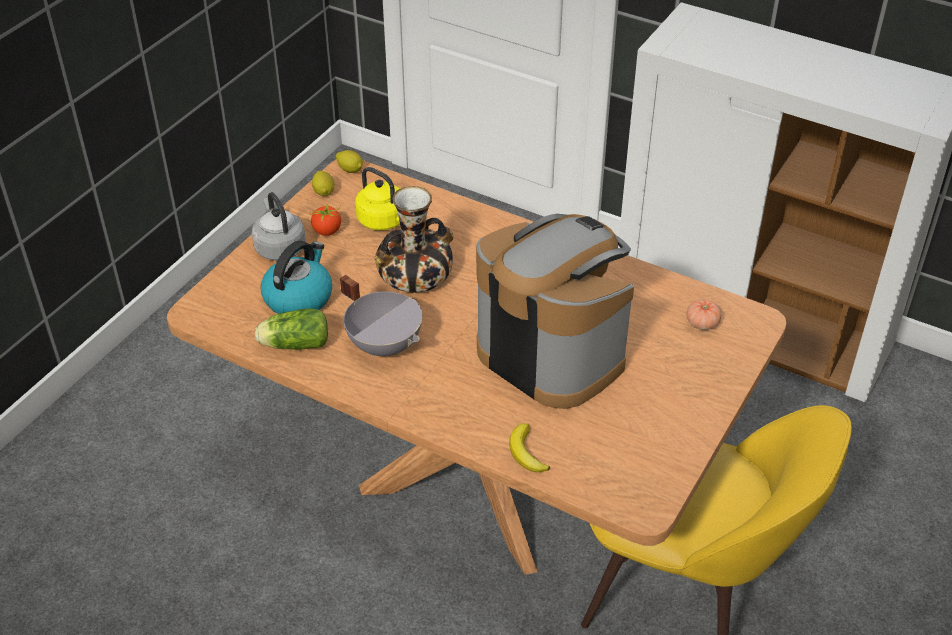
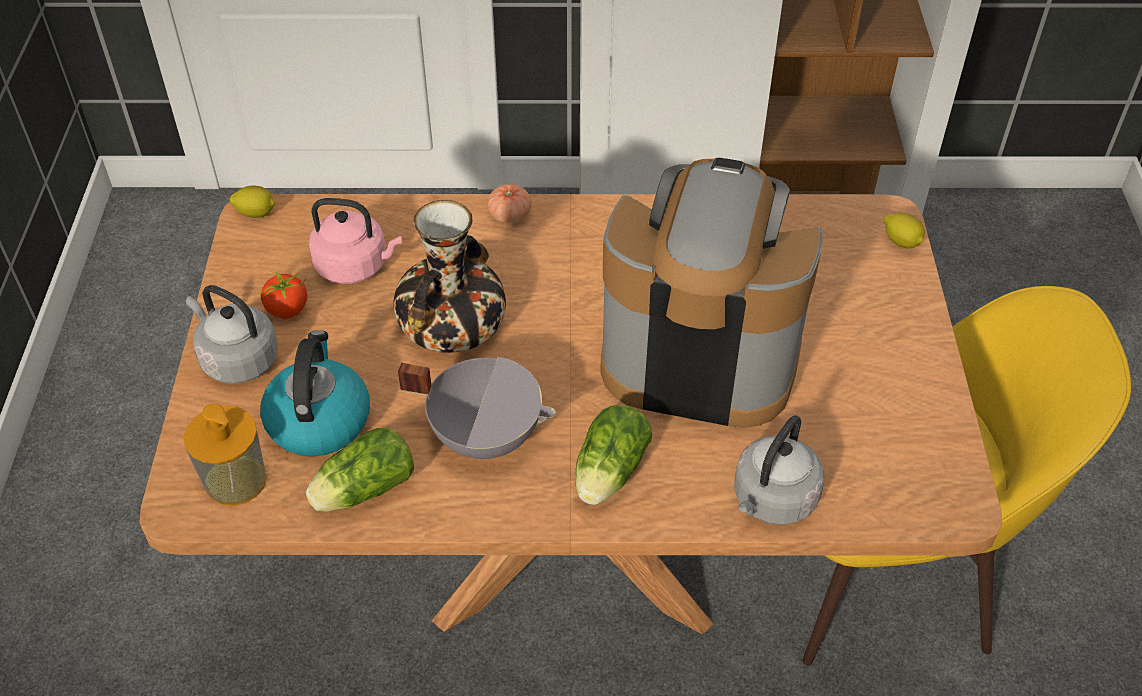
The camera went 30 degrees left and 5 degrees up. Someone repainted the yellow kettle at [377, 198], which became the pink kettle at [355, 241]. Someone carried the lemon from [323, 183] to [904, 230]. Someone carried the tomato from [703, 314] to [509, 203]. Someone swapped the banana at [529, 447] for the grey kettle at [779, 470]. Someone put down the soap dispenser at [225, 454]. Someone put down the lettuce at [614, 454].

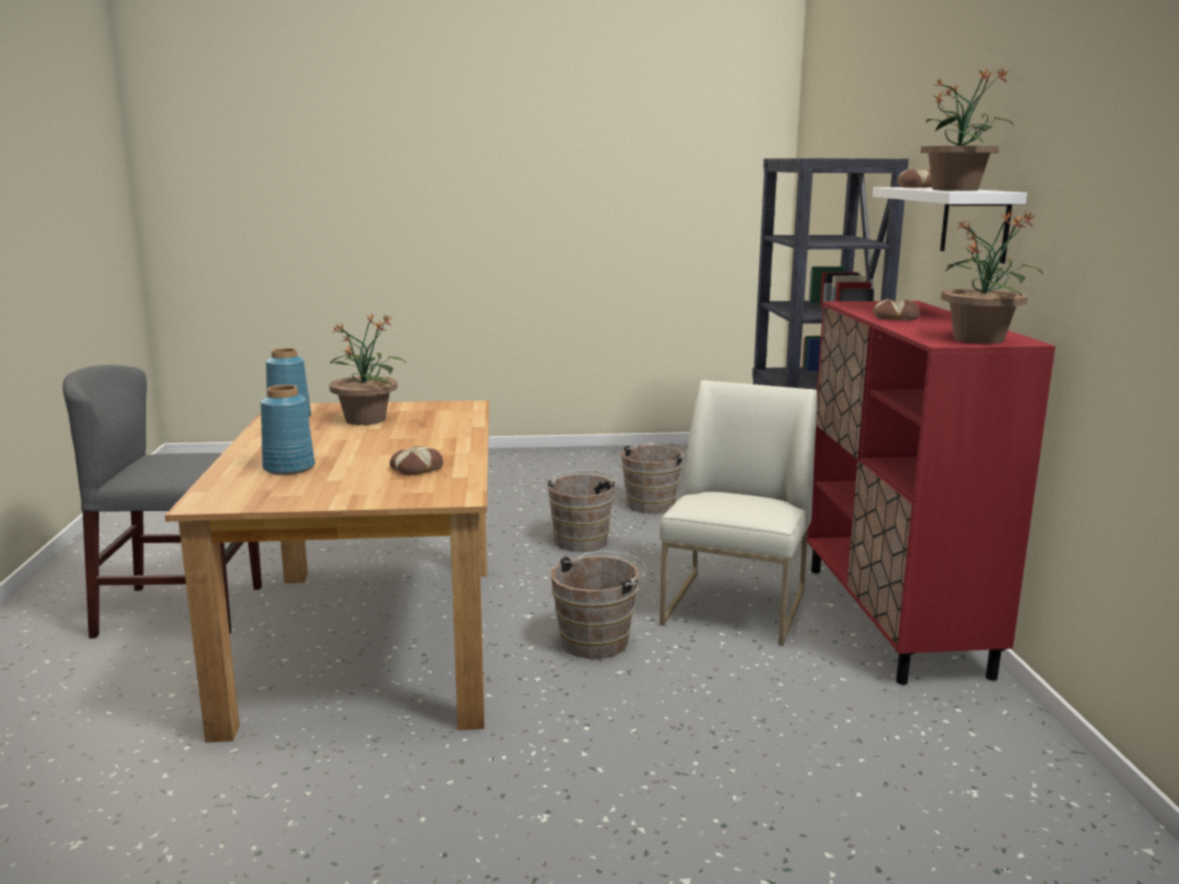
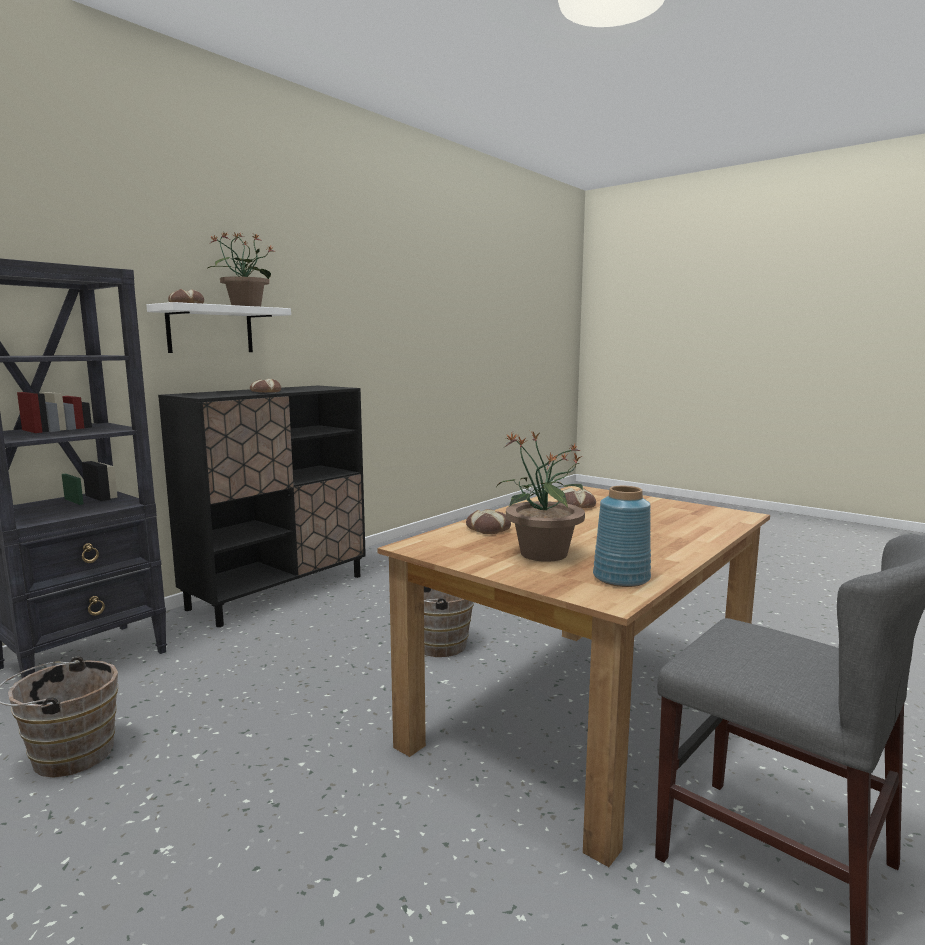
The camera went 135 degrees left and 5 degrees down. Someone took away the potted plant at [992, 277]. Someone repainted the red cabinet at [931, 493], which became the black cabinet at [262, 506]. Someone took away the white chair at [738, 513]. Someone took away the blue vase at [287, 430]. Someone took away the brown bucket at [582, 511]. Someone put down the bread at [488, 521].

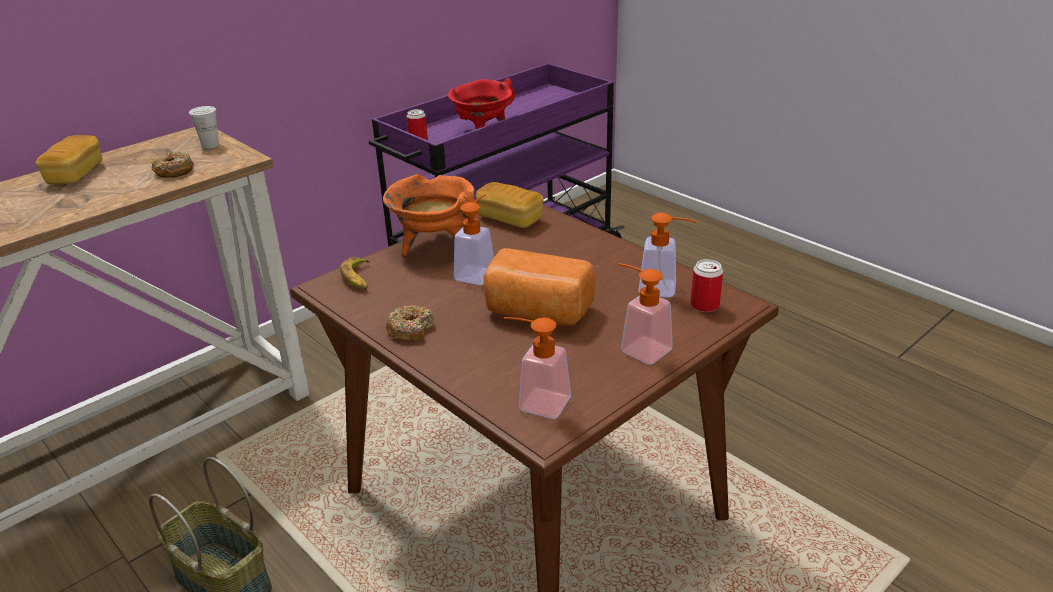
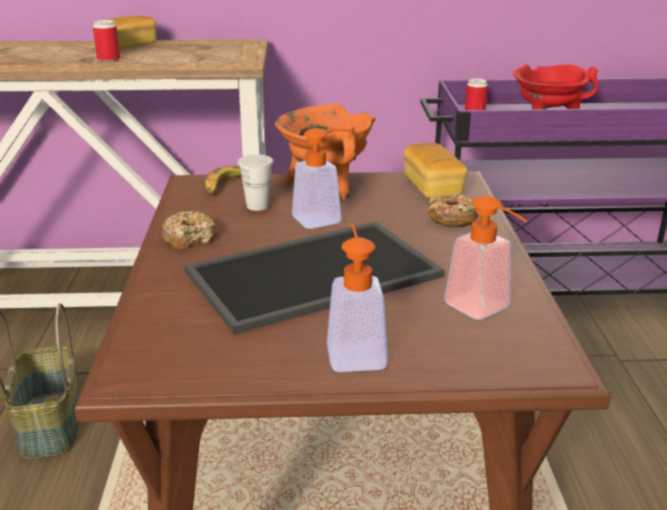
The camera went 40 degrees right and 5 degrees down. Someone carried the white cup from [204, 127] to [255, 183]. Someone carried the donut from [172, 164] to [453, 210]. Someone swapped the bread at [539, 287] for the tray at [314, 278]. Someone carried the can from [707, 285] to [106, 41]. Someone took away the soap dispenser at [537, 368].

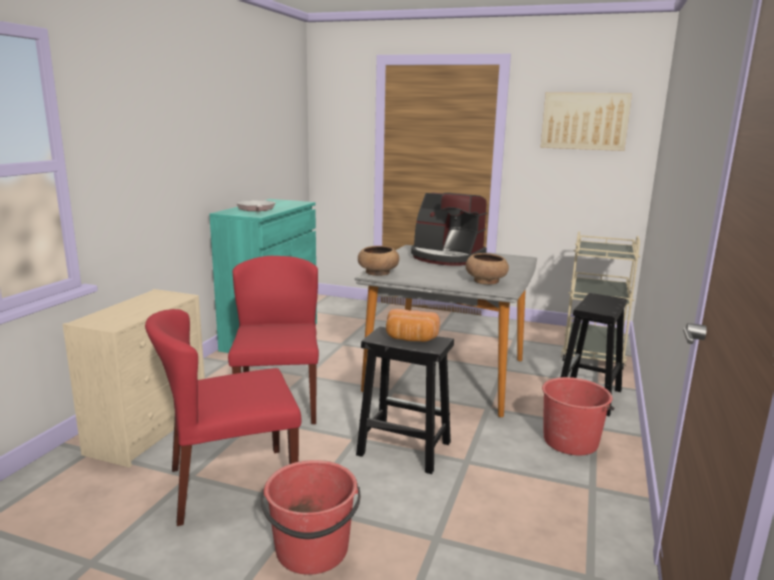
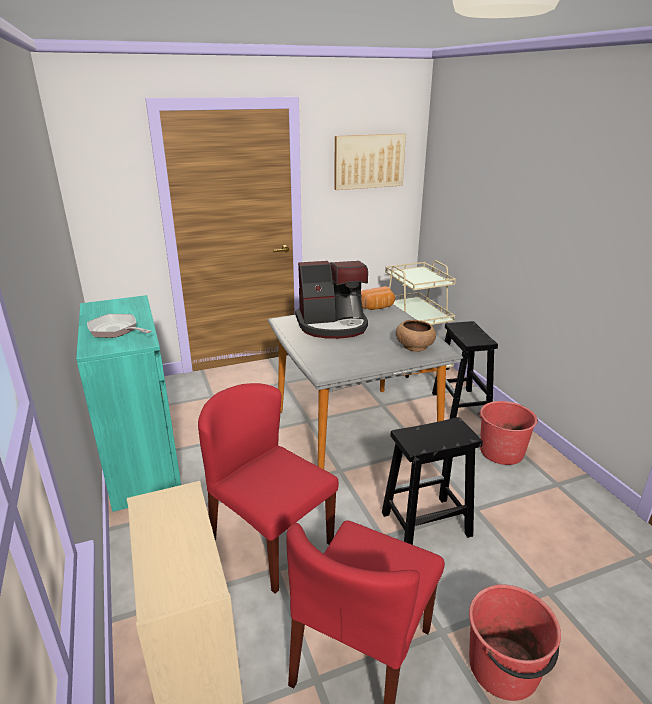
The camera went 40 degrees left and 10 degrees up. Someone took away the brown bowl at [378, 261]. Someone carried the bread from [413, 325] to [378, 298].

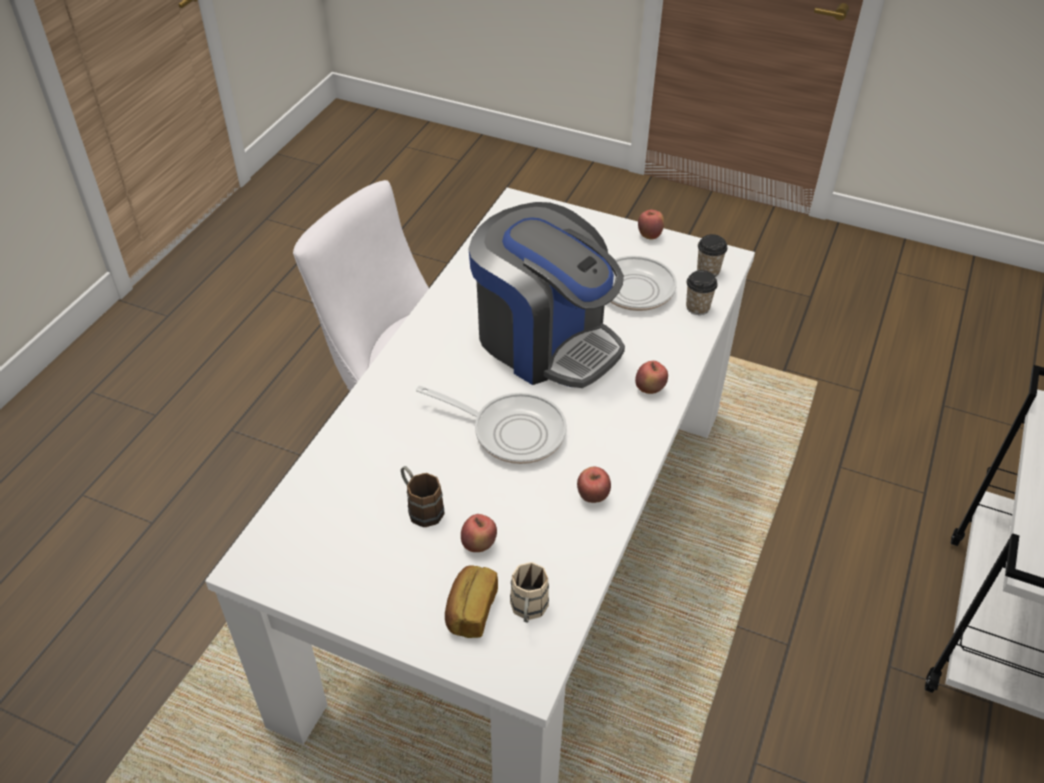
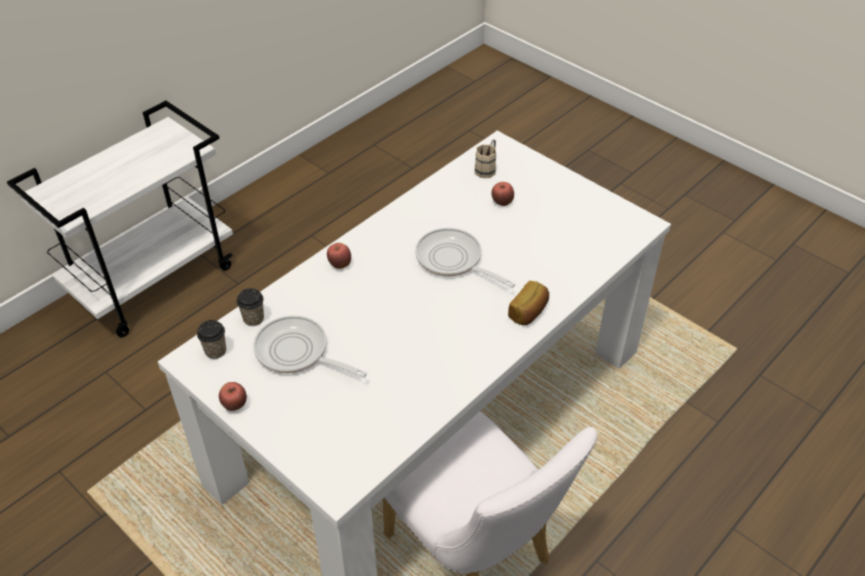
The camera went 160 degrees left and 0 degrees up. Someone took away the coffee machine at [547, 295]. Someone took away the brown mug at [422, 496]. Someone took away the apple at [594, 485]. Someone carried the bread from [471, 601] to [528, 303].

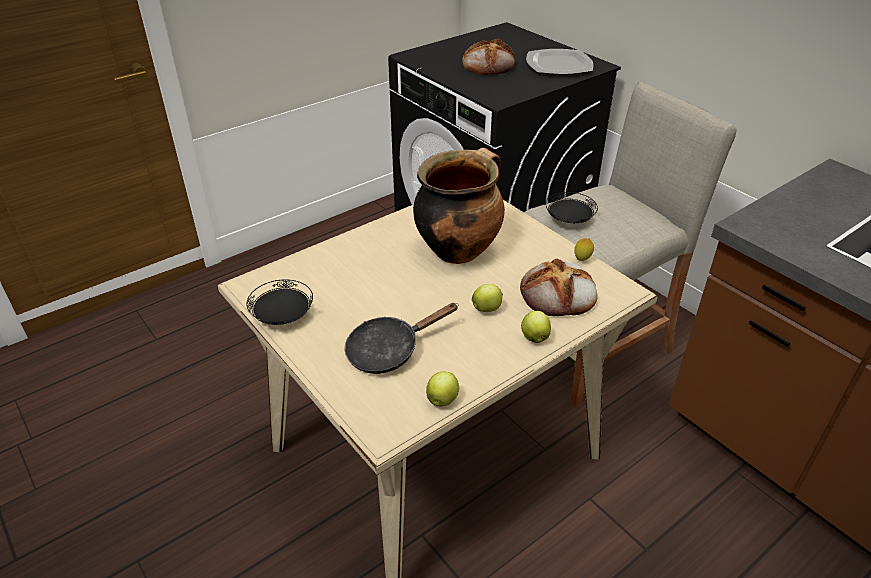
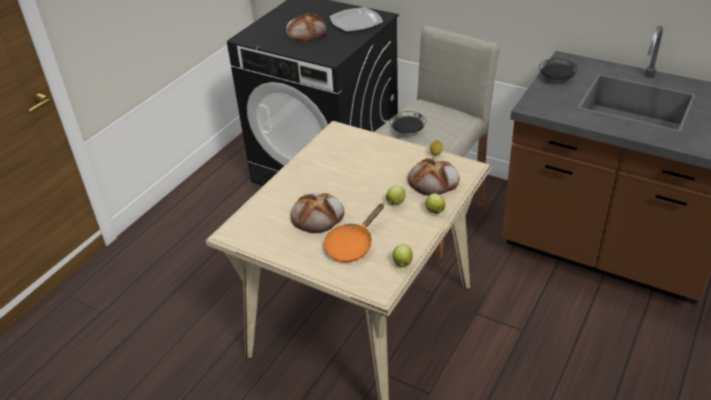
The camera went 20 degrees left and 0 degrees up. Someone took away the cooking pot at [459, 206]. Someone carried the black plate from [280, 302] to [558, 69]. Someone repainted the black frying pan at [401, 338], which became the orange frying pan at [354, 232]. Someone put down the bread at [317, 212].

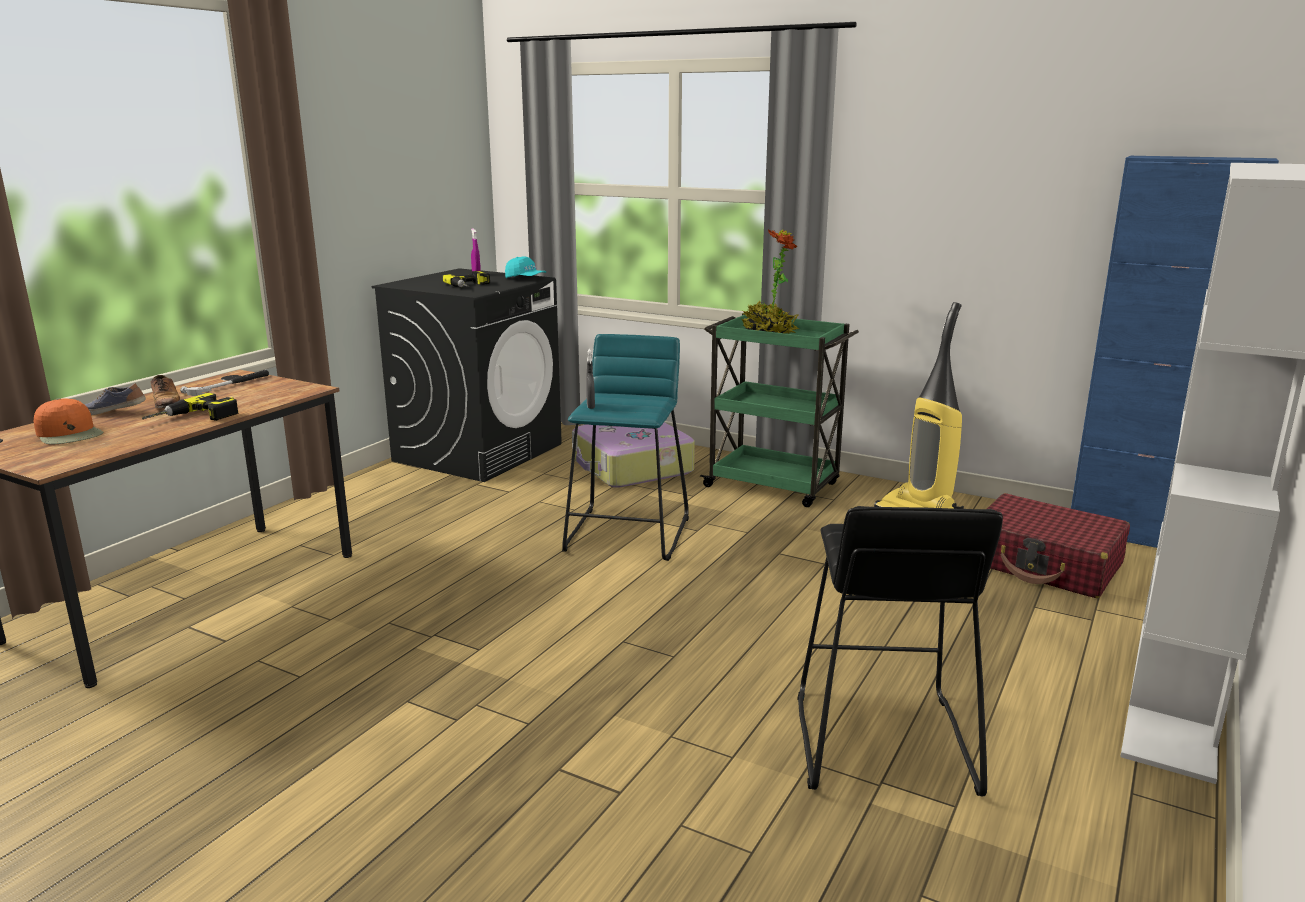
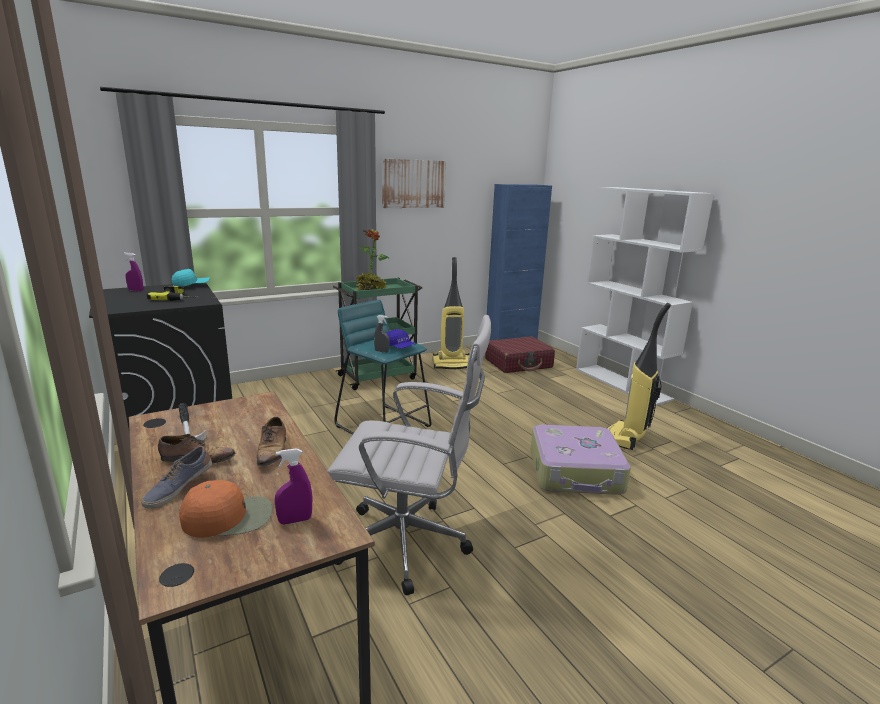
The camera went 60 degrees left and 0 degrees up. Someone swapped the power drill at [190, 407] for the shoe at [271, 441]. Someone carried the suitcase from [633, 455] to [580, 460]. Someone swapped the black stool at [900, 651] for the vacuum cleaner at [639, 376]. Someone put up the picture at [414, 183]. Someone put down the white office chair at [409, 455]. Someone put down the blue cap at [401, 339]. Someone put down the purple spray bottle at [293, 486].

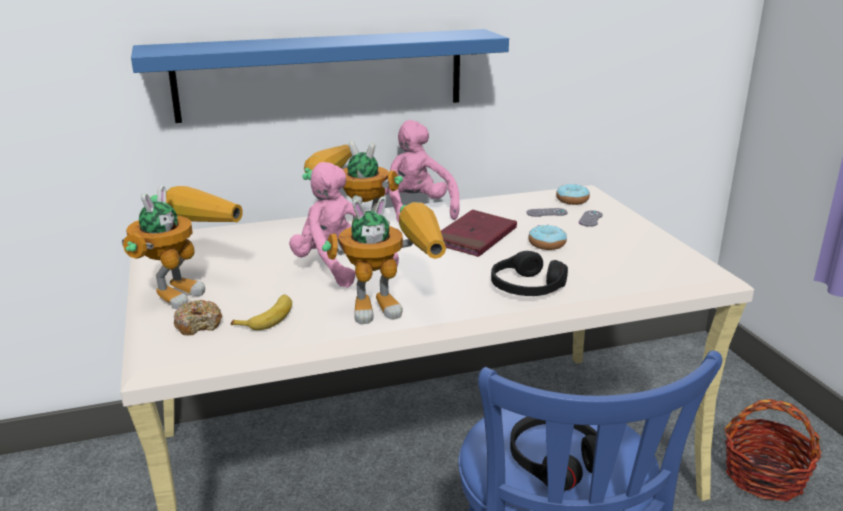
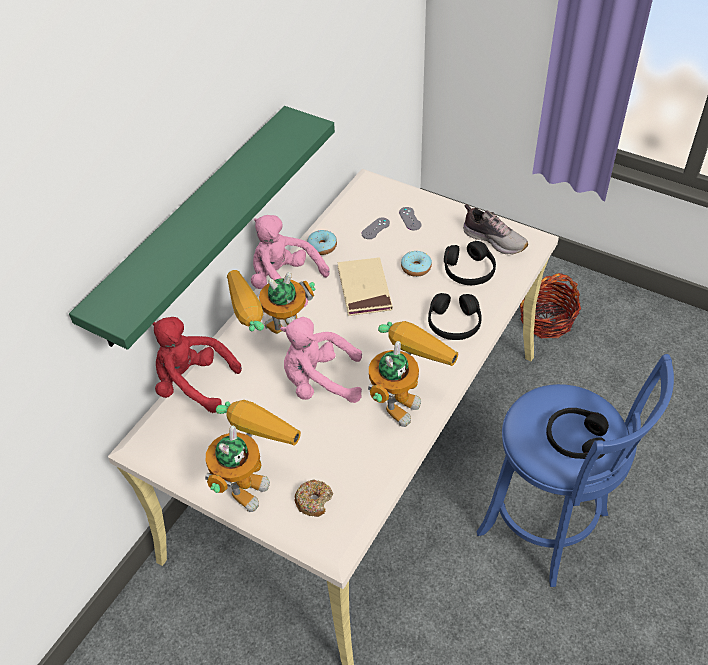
The camera went 40 degrees left and 25 degrees up. Someone repainted the blue shelf at [320, 76], which became the green shelf at [202, 228]. Someone carried the donut from [573, 194] to [322, 242]. Someone rotated the toy robot at [182, 247] by 45 degrees clockwise. Someone repainted the red book at [479, 233], which became the beige book at [365, 286]. Someone took away the banana at [261, 312]. Someone put down the shoe at [495, 229]. Someone put down the black headphones at [470, 263]. Someone put down the red plush toy at [197, 365].

